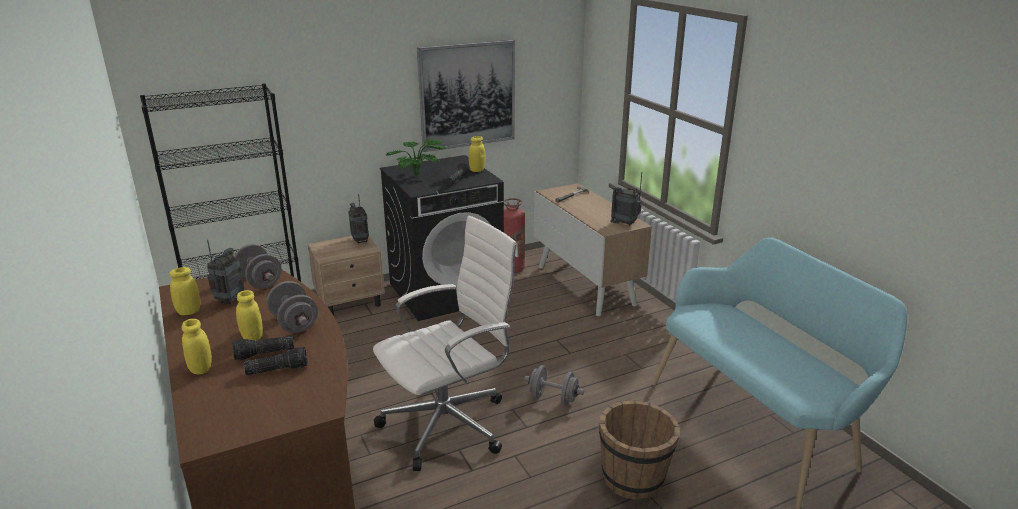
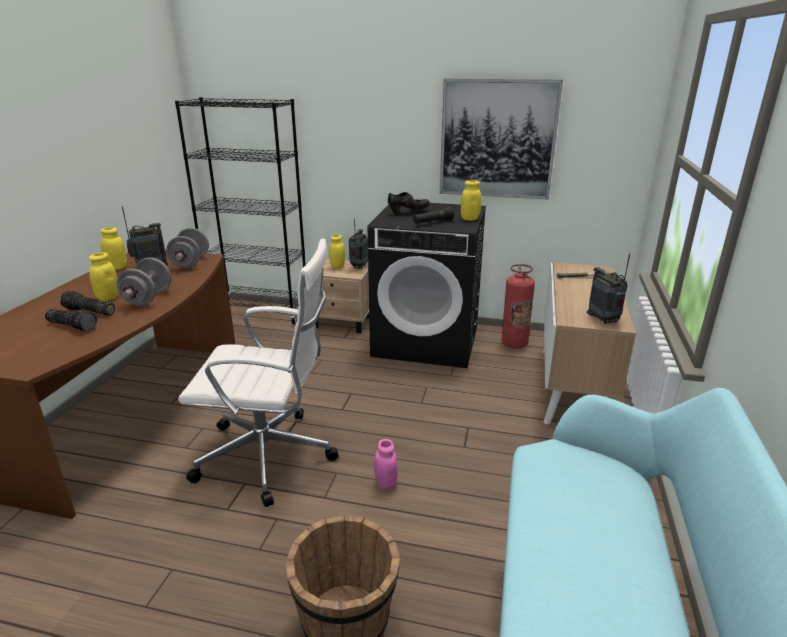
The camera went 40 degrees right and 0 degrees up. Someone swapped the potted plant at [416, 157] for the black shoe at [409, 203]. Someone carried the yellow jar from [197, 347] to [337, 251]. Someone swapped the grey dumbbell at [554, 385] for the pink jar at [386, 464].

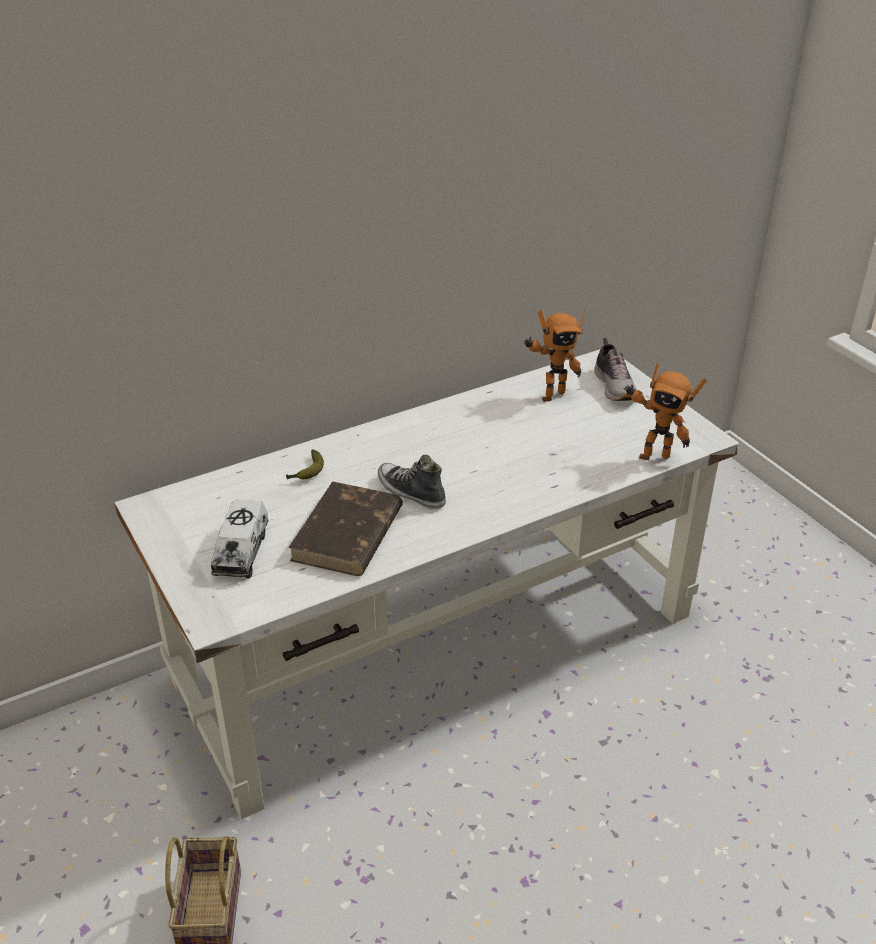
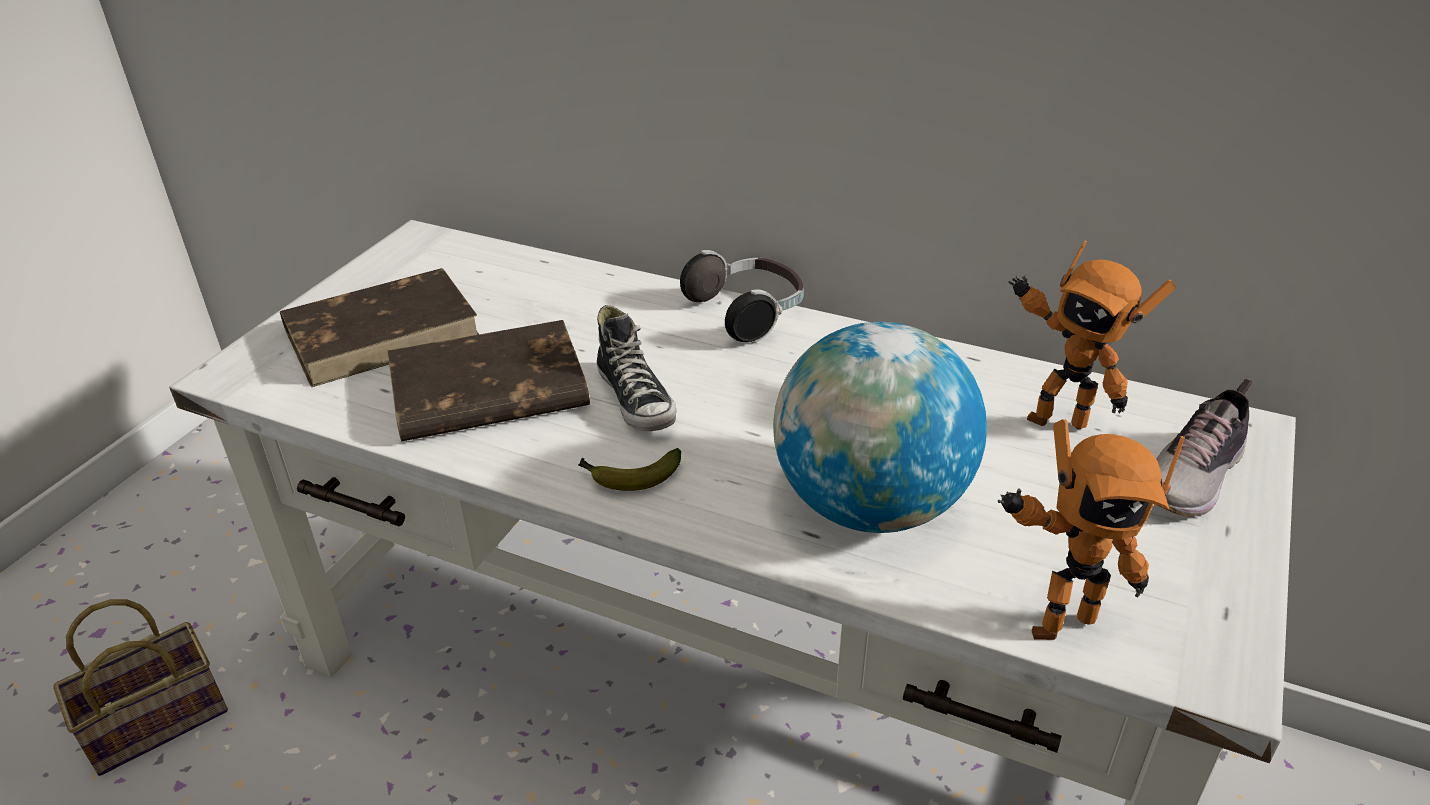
The camera went 55 degrees right and 0 degrees up. Someone rotated the toy robot at [664, 411] by 75 degrees counterclockwise. Someone carried the banana from [305, 464] to [629, 469]. Someone rotated the shoe at [412, 482] by 150 degrees clockwise. Someone swapped the toy truck at [240, 539] for the brown book at [379, 327]. Someone put down the headphones at [742, 296]. Someone put down the globe at [880, 427].

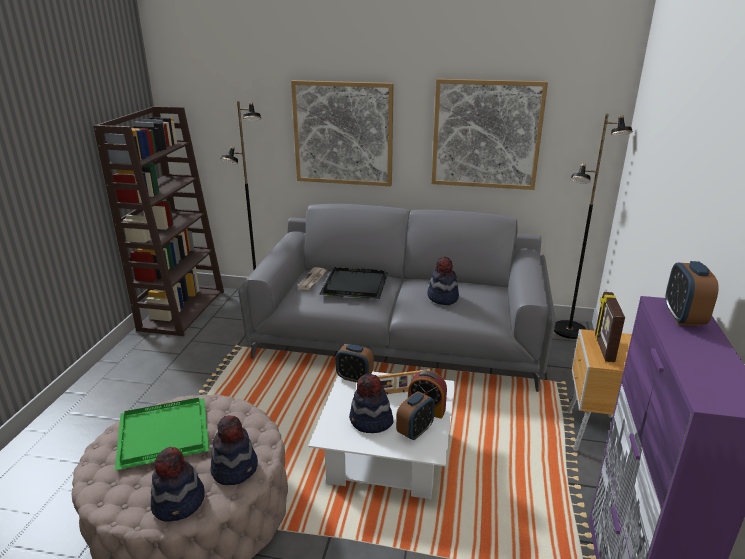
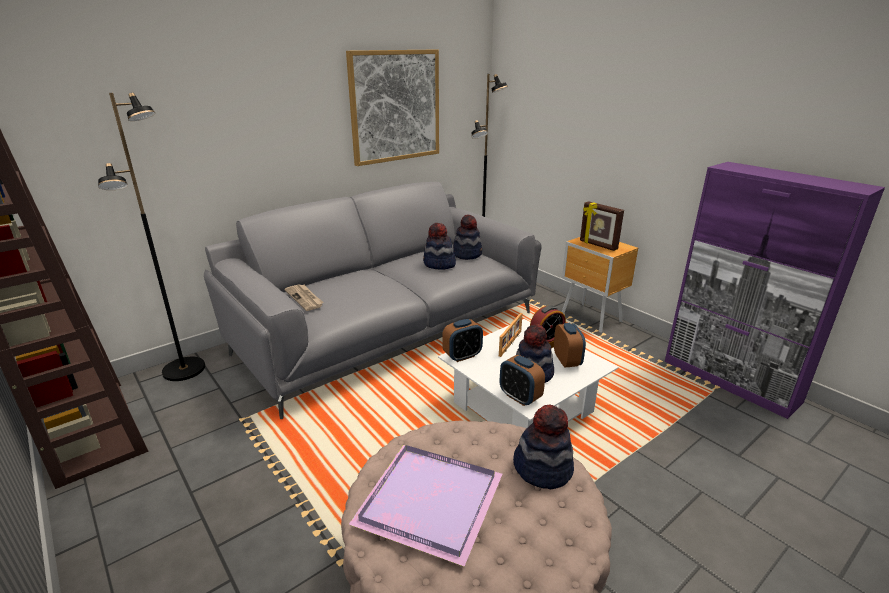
The camera went 50 degrees left and 0 degrees up. Someone took away the picture at [342, 133]. Someone carried the alarm clock from [692, 293] to [522, 380]. Someone took away the black tray at [353, 283]. Someone repainted the green tray at [162, 434], which became the purple tray at [425, 506]. Someone carried the hat from [178, 484] to [467, 237].

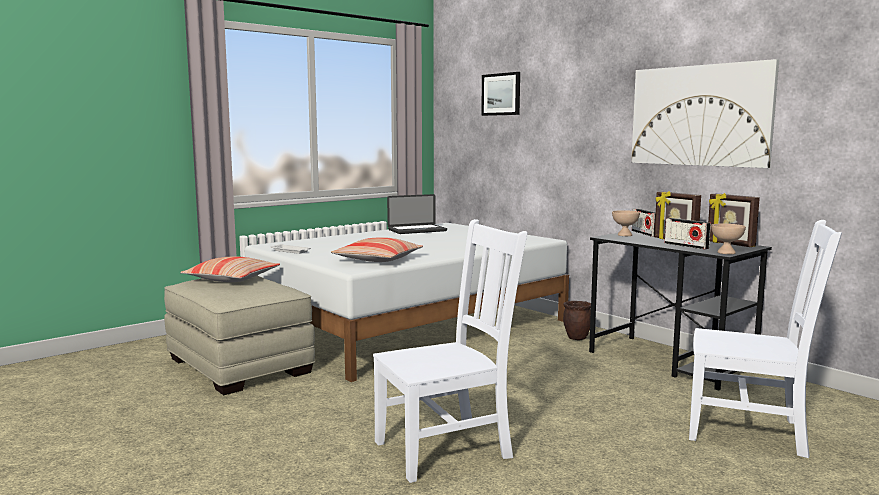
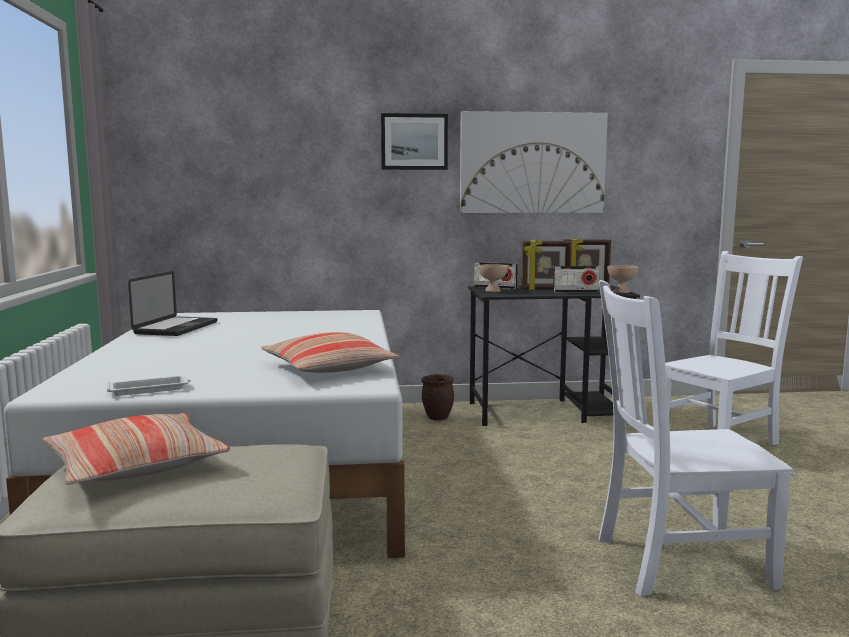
The camera went 55 degrees left and 0 degrees up. Someone carried the picture from [500, 94] to [414, 141]. Someone rotated the white chair at [450, 351] by 105 degrees counterclockwise.

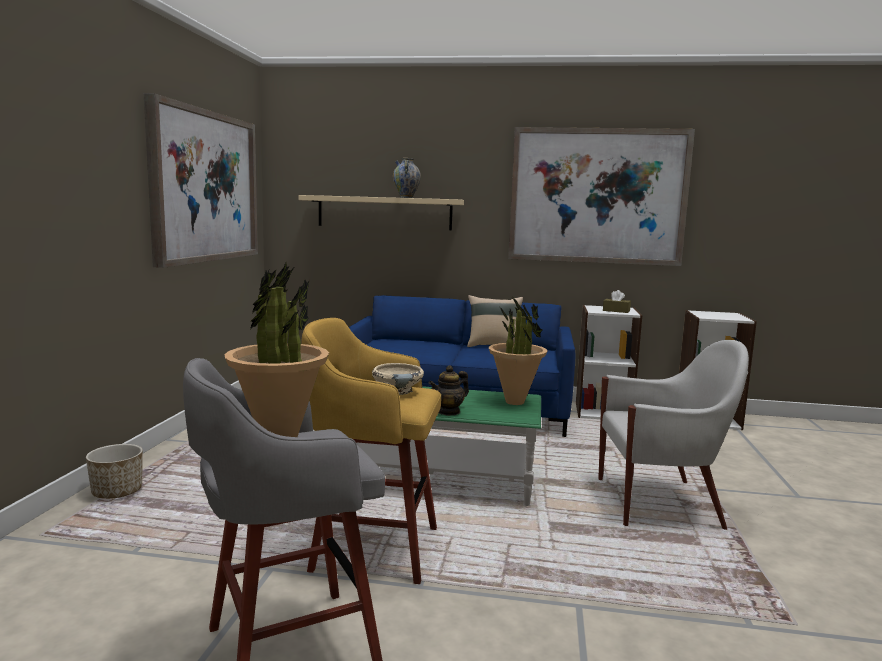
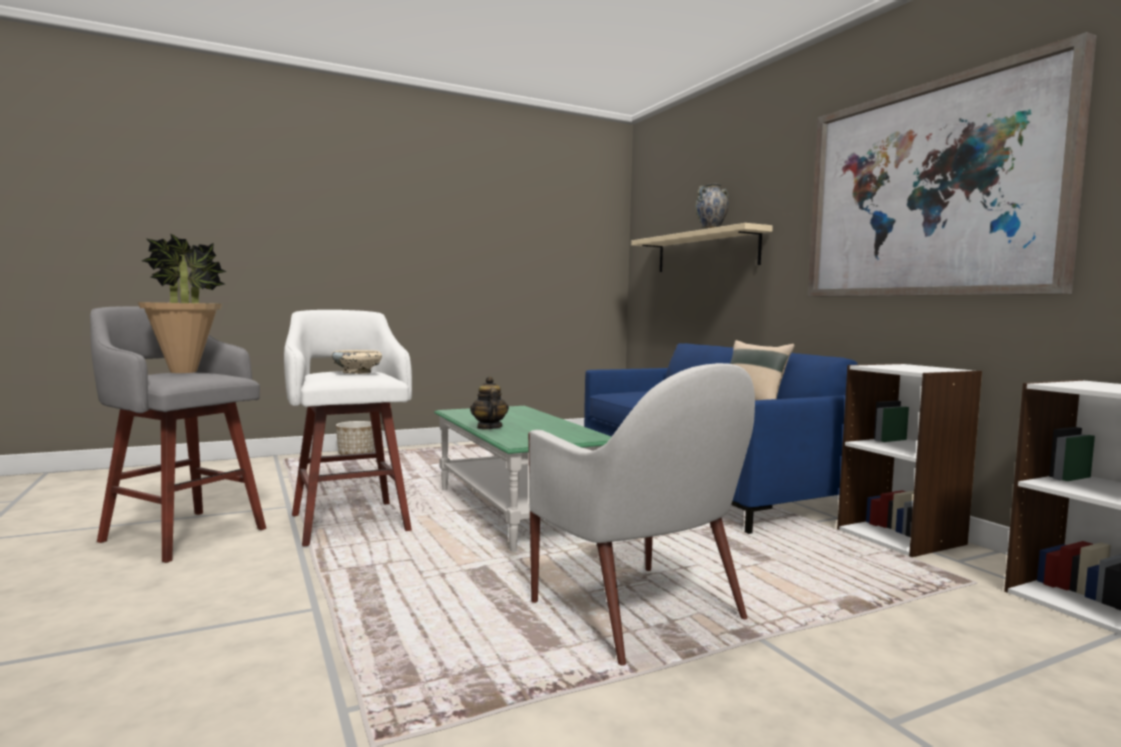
The camera went 55 degrees right and 5 degrees down. Someone took away the picture at [201, 180]. Someone took away the brown tissue box at [617, 301]. Someone took away the potted plant at [518, 351]. Someone repainted the yellow stool at [371, 451], which became the white stool at [348, 428]. Someone rotated the teapot at [449, 390] by 60 degrees clockwise.

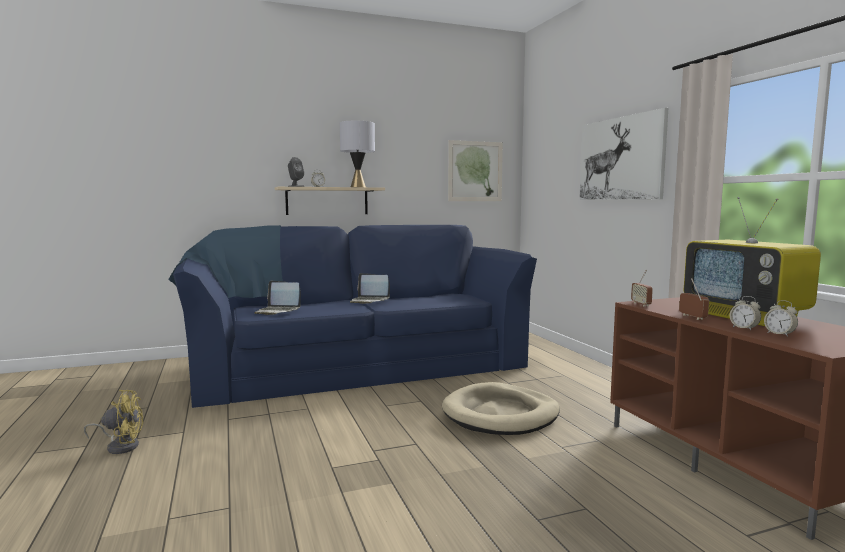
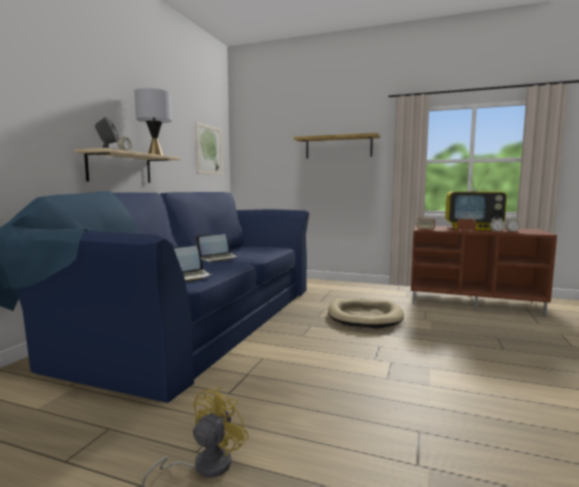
The camera went 50 degrees left and 0 degrees up. Someone swapped the picture at [623, 154] for the shelf at [337, 145].

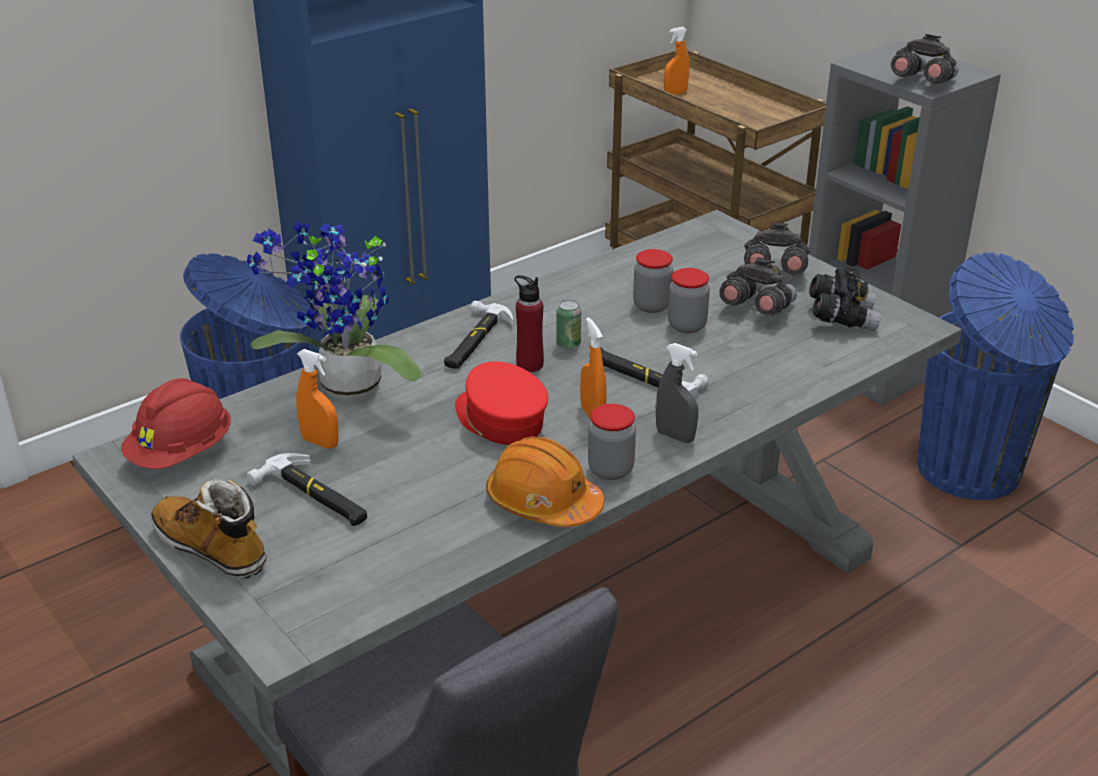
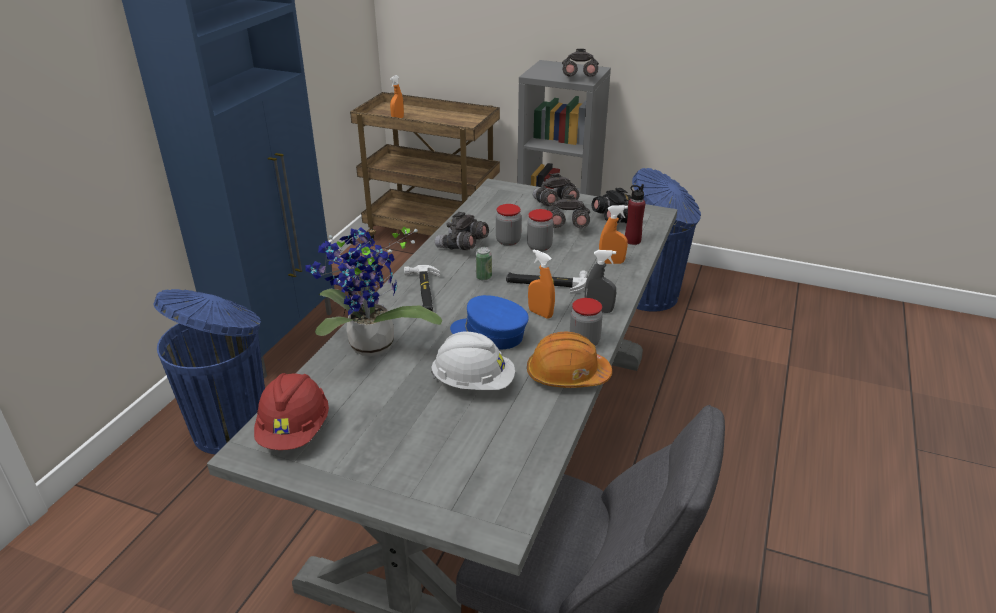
The camera went 30 degrees left and 0 degrees up. Someone carried the red bottle from [529, 323] to [635, 214]. Someone carried the orange spray bottle from [317, 399] to [613, 234]. Someone repainted the red cap at [501, 403], which became the blue cap at [489, 322]. Someone took away the hammer at [306, 489]. Someone took away the boot at [209, 528]. Someone put down the grey binoculars at [462, 231]. Someone put down the white hard hat at [473, 361].

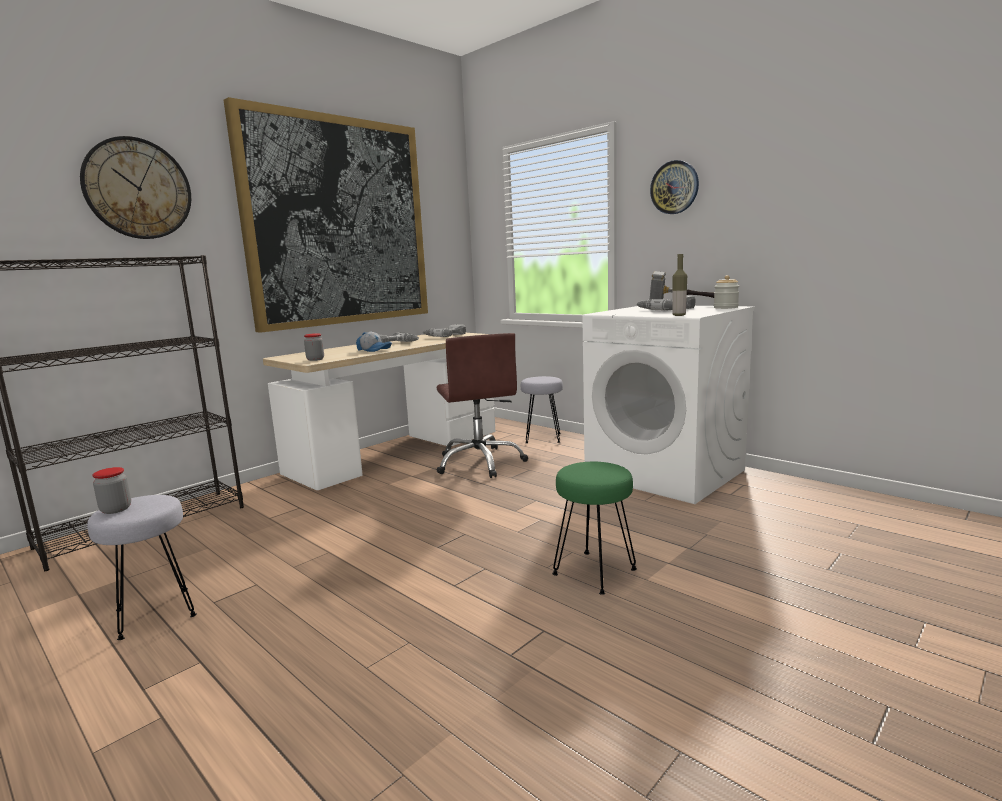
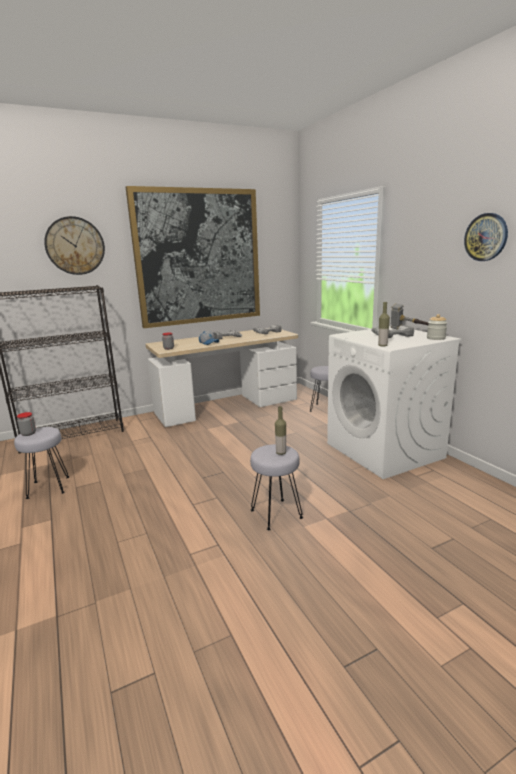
The camera went 20 degrees right and 5 degrees up. Someone carried the wall clock from [674, 187] to [486, 237]. Someone took away the brown office chair at [482, 405]. Someone repainted the green stool at [594, 528], which became the grey stool at [276, 487]. Someone put down the bottle at [280, 430].

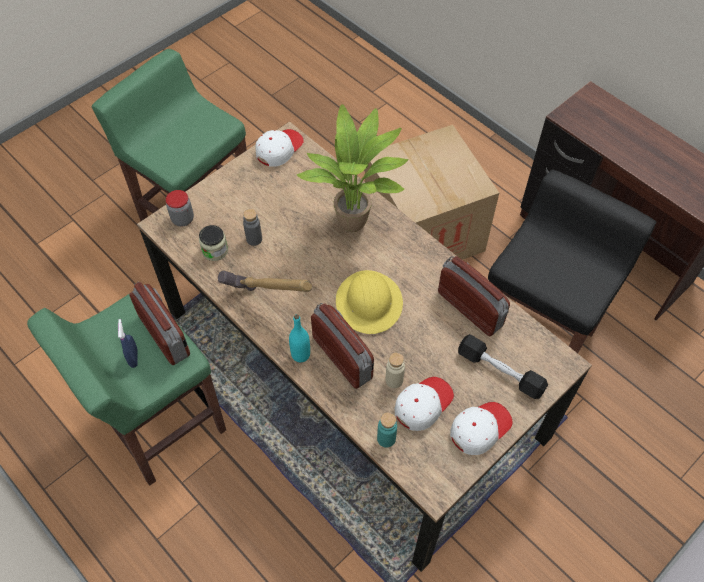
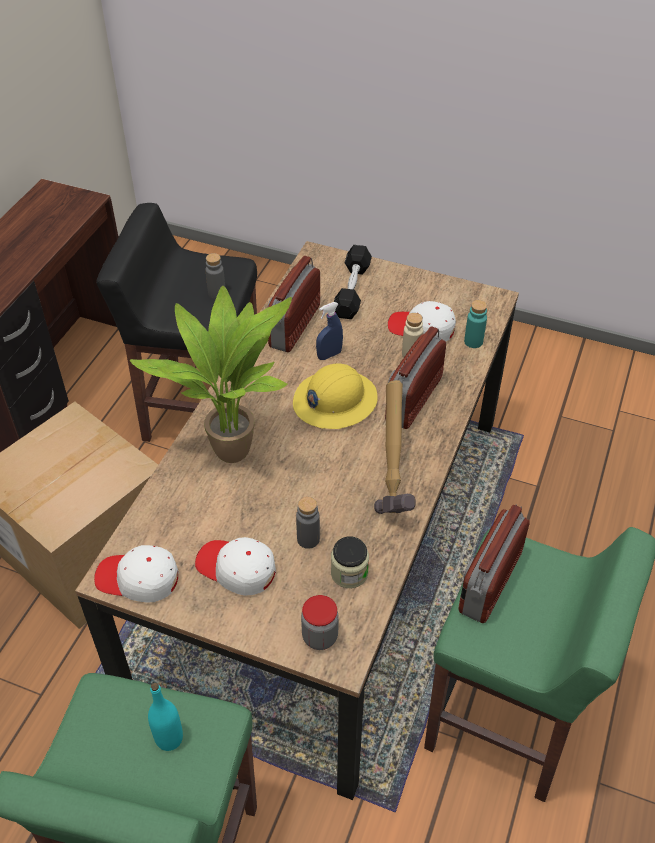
The camera went 115 degrees left and 10 degrees down. Someone carried the turquoise bottle from [299, 338] to [165, 717]. Someone carried the blue spray bottle from [128, 343] to [329, 331]. Someone carried the white cap from [481, 428] to [235, 566]. Someone put down the grey bottle at [215, 276].

